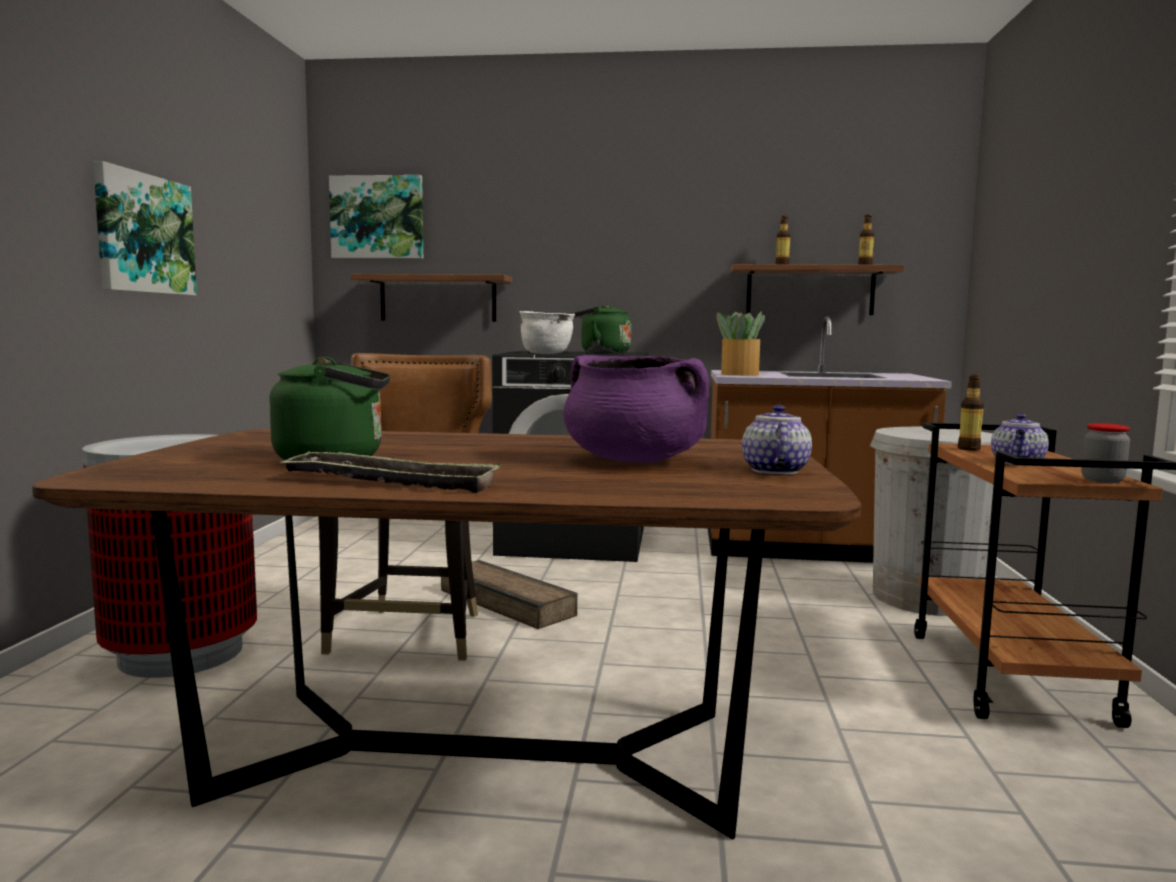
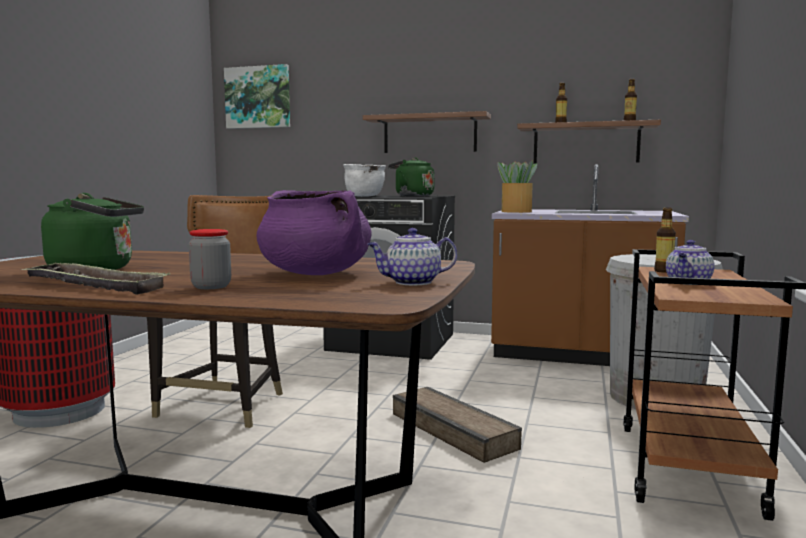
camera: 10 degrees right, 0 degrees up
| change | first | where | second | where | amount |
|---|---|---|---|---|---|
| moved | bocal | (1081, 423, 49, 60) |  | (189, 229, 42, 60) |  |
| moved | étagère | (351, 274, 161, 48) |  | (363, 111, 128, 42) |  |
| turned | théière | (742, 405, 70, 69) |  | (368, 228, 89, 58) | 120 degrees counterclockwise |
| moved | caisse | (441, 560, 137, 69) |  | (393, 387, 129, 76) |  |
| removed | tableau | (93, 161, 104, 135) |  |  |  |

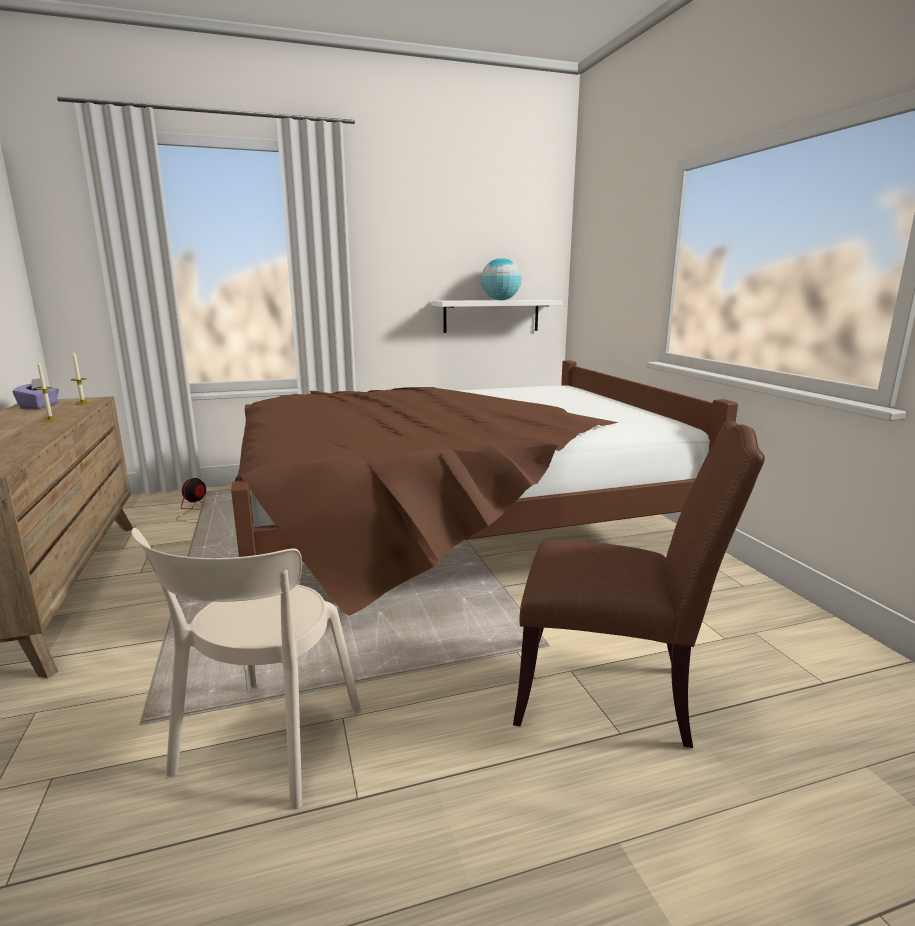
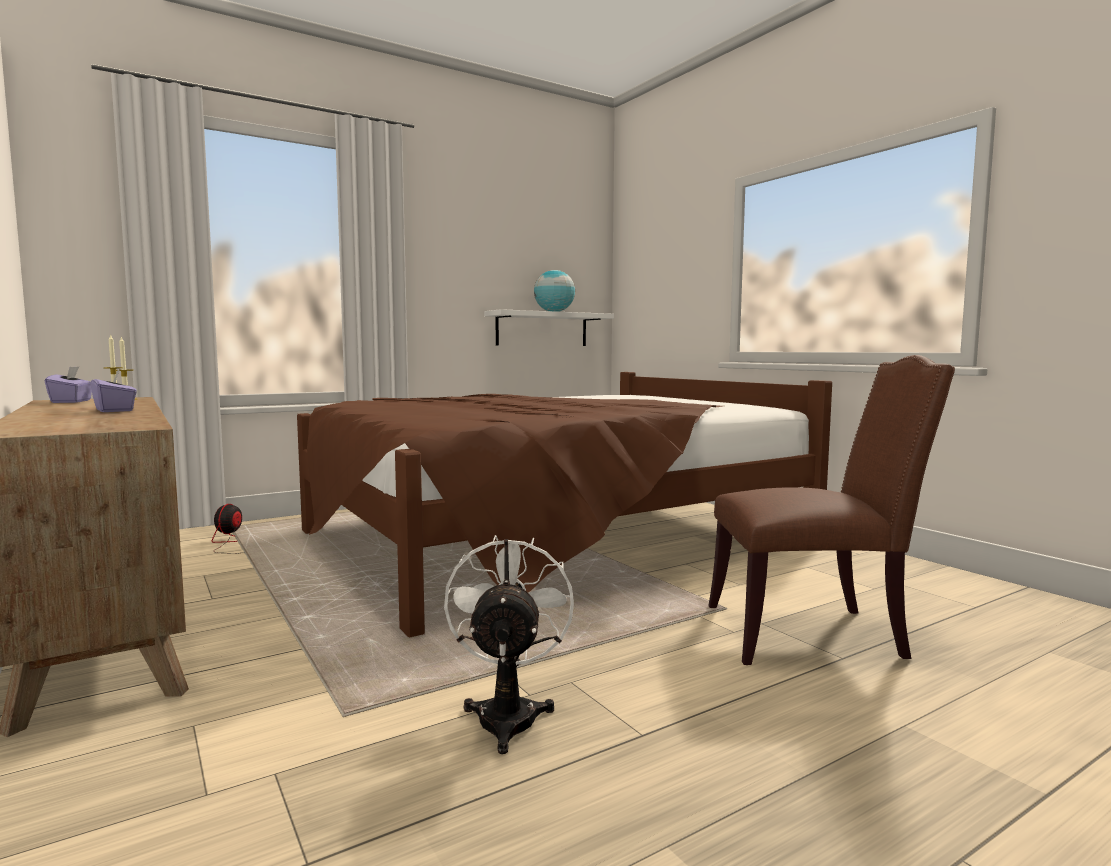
camera: 15 degrees left, 10 degrees down
| change | first | where | second | where | amount |
|---|---|---|---|---|---|
| added |  |  | boîte à mouchoirs (violet) | (91, 370, 46, 42) |  |
| replaced | chaise (beige) | (131, 528, 230, 282) | ventilateur (blanc) | (444, 535, 130, 219) |  |

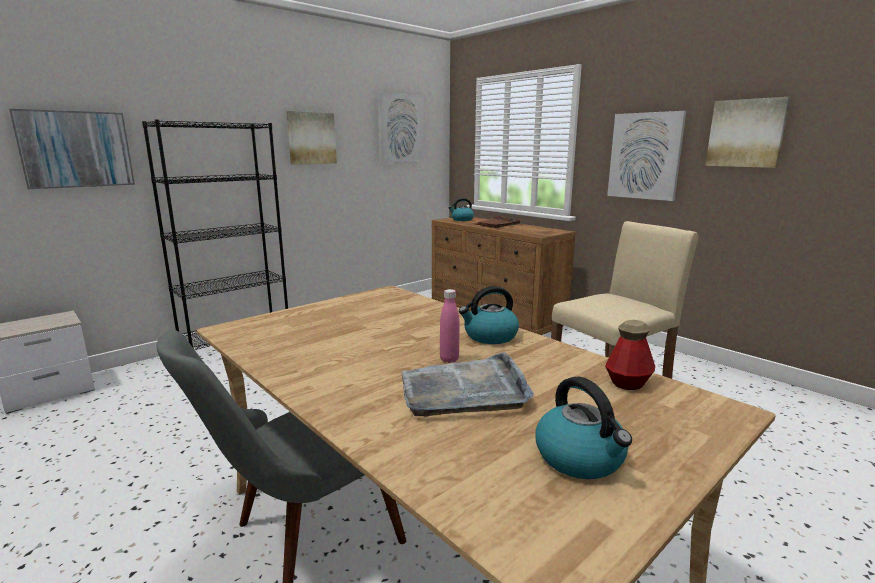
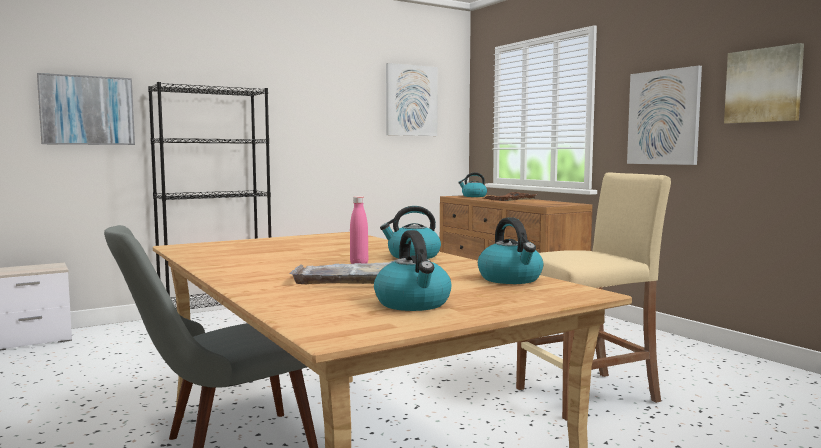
camera: 10 degrees right, 10 degrees down
| change | first | where | second | where | amount |
|---|---|---|---|---|---|
| replaced | bouteille | (605, 320, 50, 70) | bouilloire | (478, 217, 65, 67) |  |
| removed | tableau | (286, 111, 51, 54) |  |  |  |

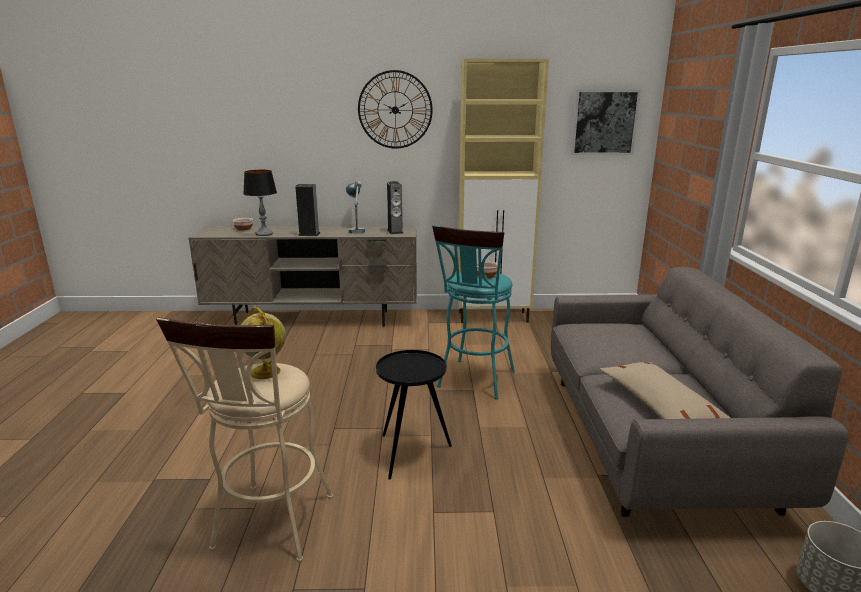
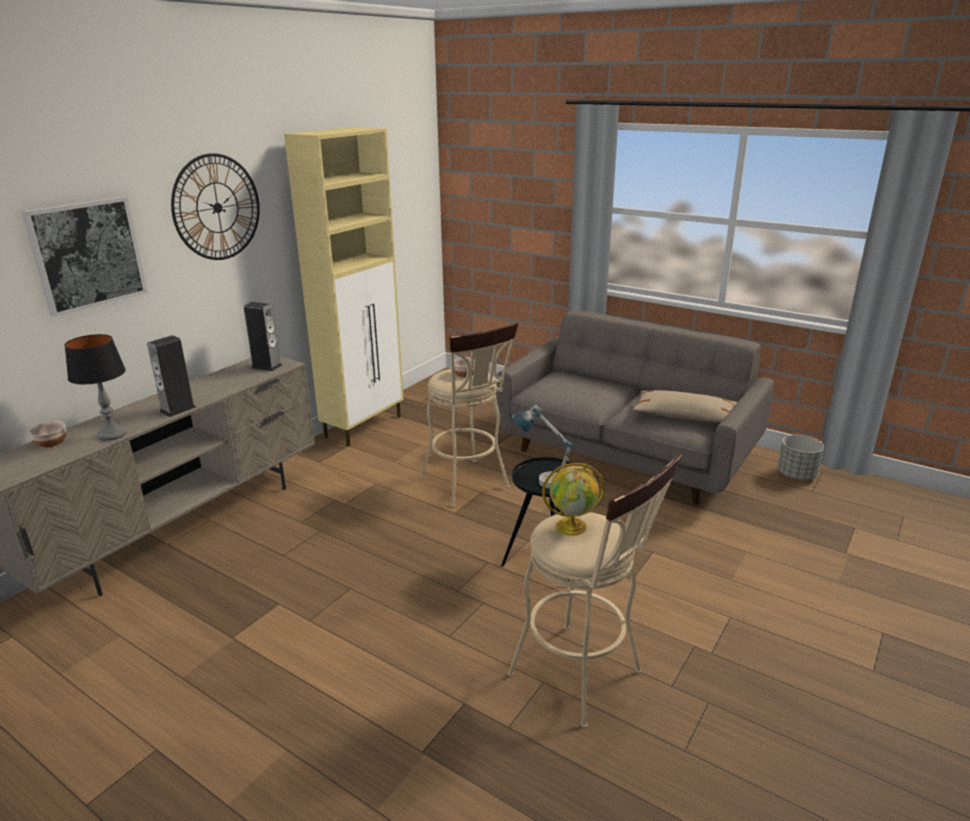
camera: 55 degrees left, 5 degrees up
| change | first | where | second | where | amount |
|---|---|---|---|---|---|
| moved | tableau | (571, 90, 70, 65) |  | (21, 196, 127, 121) |  |
| recoloured | tabouret (turquoise) | (432, 225, 83, 175) | tabouret (beige) | (421, 323, 97, 184) |  |
| moved | lampe de table | (346, 181, 19, 53) |  | (511, 405, 62, 84) |  |

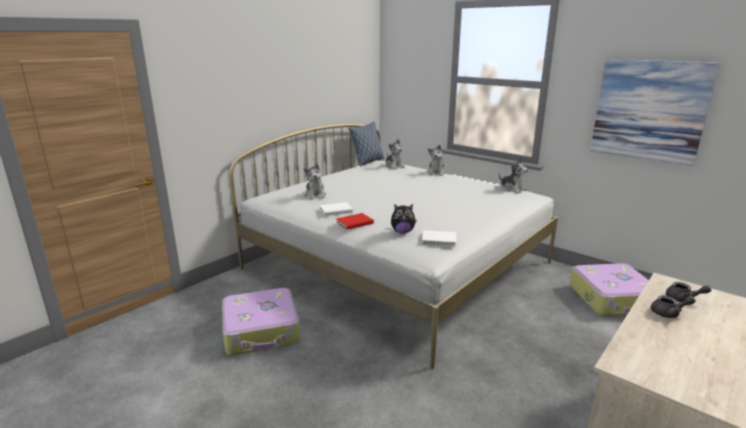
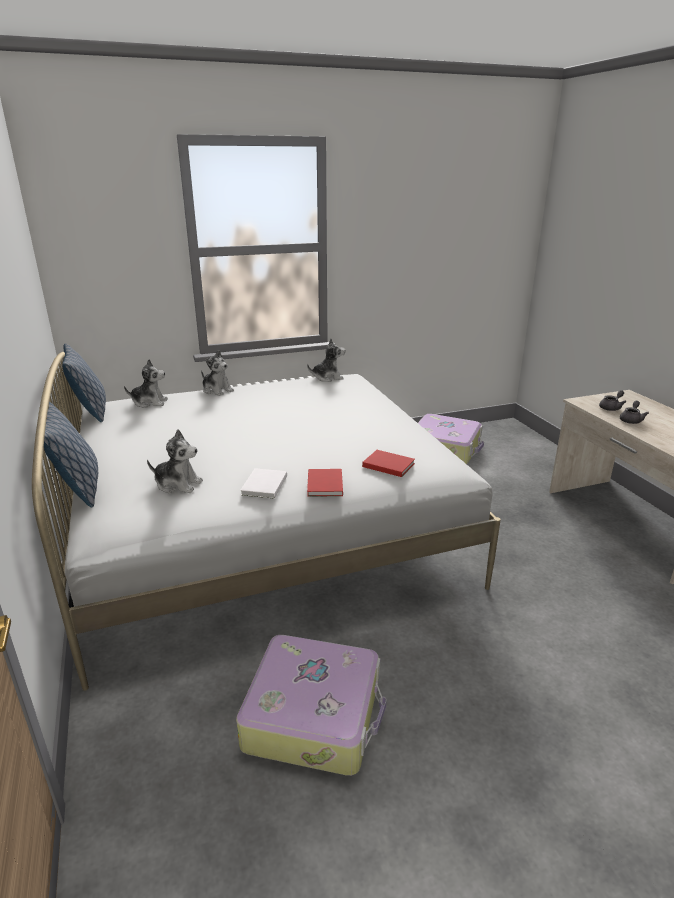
camera: 60 degrees left, 5 degrees up
| change | first | where | second | where | amount |
|---|---|---|---|---|---|
| added |  |  | coussin | (44, 401, 54, 106) |  |
| replaced | peluche | (391, 204, 26, 30) | livre (rouge) | (362, 450, 53, 27) |  |
| removed | livre (blanc) | (422, 230, 34, 16) |  |  |  |
| removed | tableau | (590, 59, 130, 107) |  |  |  |

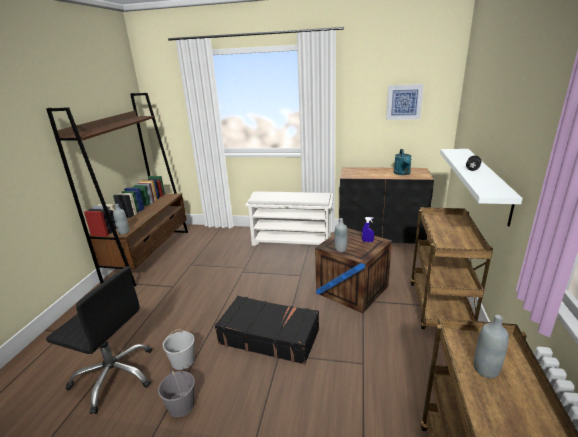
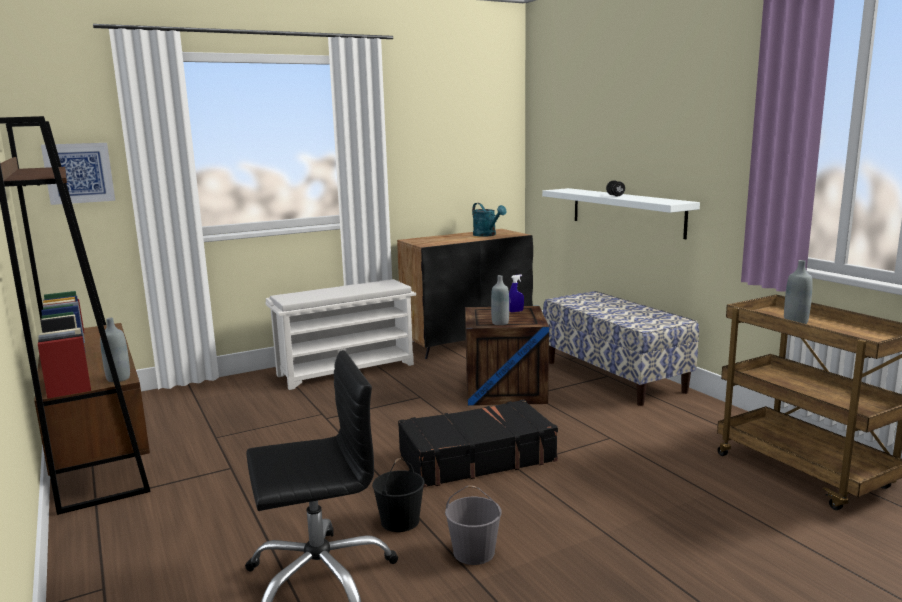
camera: 40 degrees left, 10 degrees down
| change | first | where | second | where | amount |
|---|---|---|---|---|---|
| moved | tableau | (386, 84, 38, 36) |  | (41, 143, 74, 62) |  |
| recoloured | seau (blanc) | (163, 329, 31, 41) | seau (noir) | (372, 458, 52, 74) |  |
| replaced | chariot (marron) | (411, 207, 82, 122) | banc | (543, 291, 156, 115) |  |

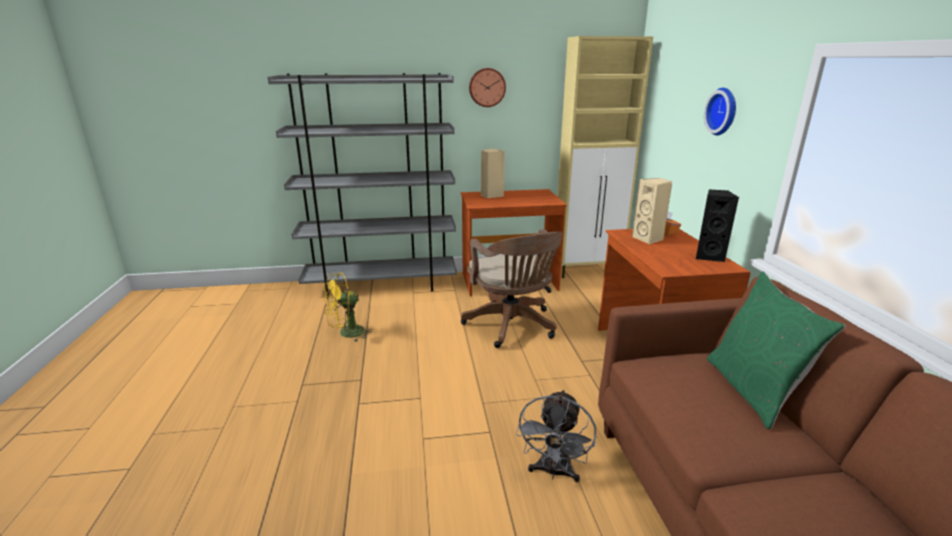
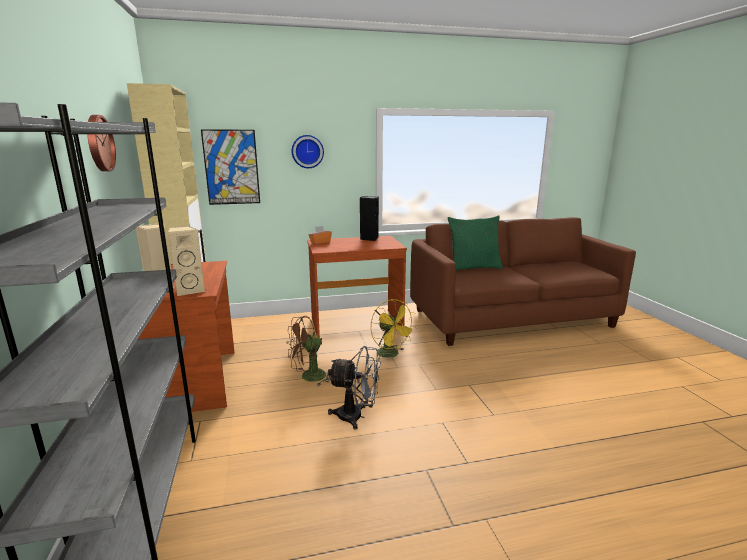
camera: 95 degrees left, 5 degrees down
| change | first | where | second | where | amount |
|---|---|---|---|---|---|
| moved | enceinte (beige) | (632, 178, 41, 67) |  | (168, 226, 37, 71) |  |
| added |  |  | tableau | (201, 129, 59, 76) |  |
| replaced | chaise de bureau (marron) | (461, 229, 101, 119) | ventilateur (marron) | (286, 316, 44, 70) |  |
| moved | ventilateur (gris) | (516, 390, 80, 93) |  | (328, 346, 53, 84) |  |
| moved | ventilateur (jaune) | (324, 273, 49, 69) |  | (371, 299, 45, 62) |  |

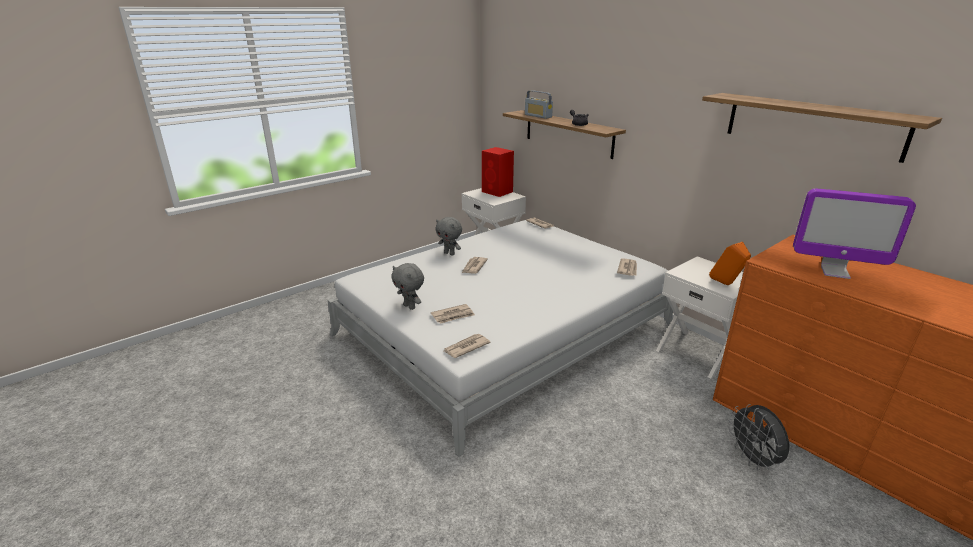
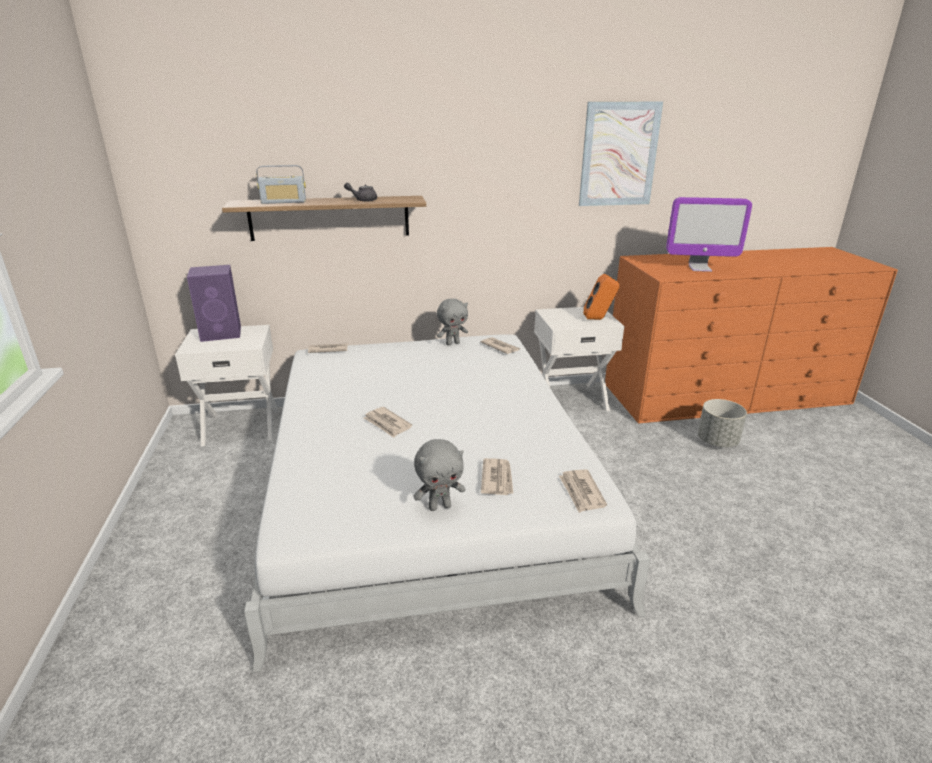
camera: 60 degrees left, 0 degrees up
| change | first | where | second | where | amount |
|---|---|---|---|---|---|
| recoloured | enceinte (rouge) | (482, 147, 32, 50) | enceinte (violet) | (187, 265, 54, 77) |  |
| moved | peluche (gris) | (436, 217, 26, 39) |  | (437, 298, 31, 47) |  |
| replaced | étagère | (702, 93, 240, 70) | tableau | (579, 102, 84, 104) |  |
| turned | écran d'ordinateur | (793, 188, 123, 91) |  | (666, 197, 86, 75) | 45 degrees clockwise |
| replaced | ventilateur (gris) | (729, 404, 60, 66) | cache-pot (gris) | (698, 399, 49, 48) |  |

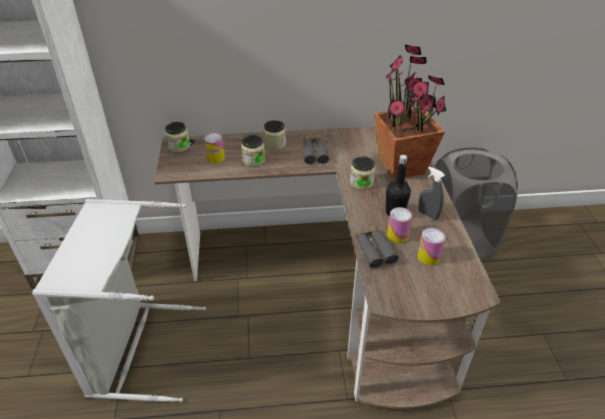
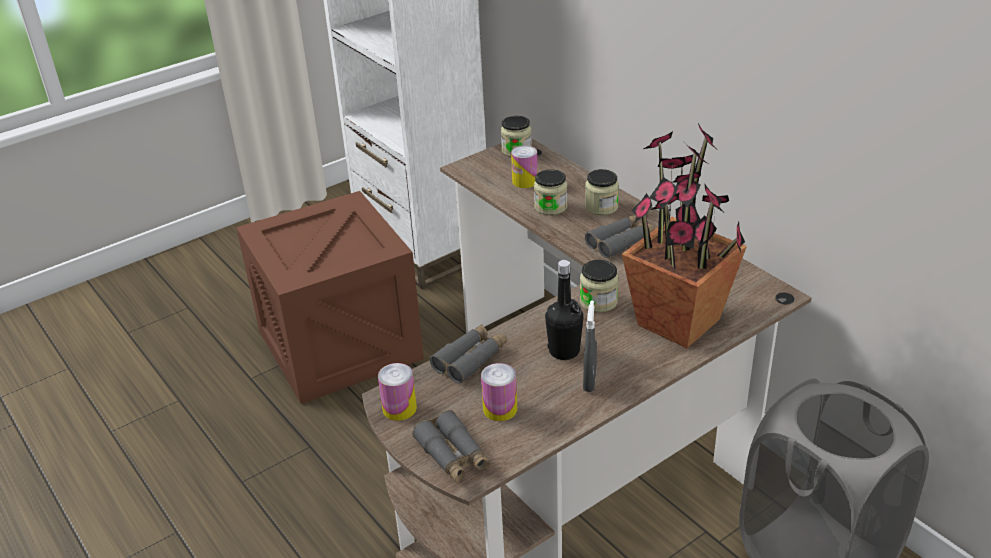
camera: 60 degrees right, 5 degrees down
| change | first | where | second | where | amount |
|---|---|---|---|---|---|
| replaced | panier à linge (gris) | (32, 199, 174, 203) | caisse | (236, 191, 188, 213) |  |
| moved | boîte métallique | (387, 207, 25, 36) |  | (378, 363, 39, 58) |  |
| added |  |  | jumelles (gris) | (412, 410, 79, 73) |  |

